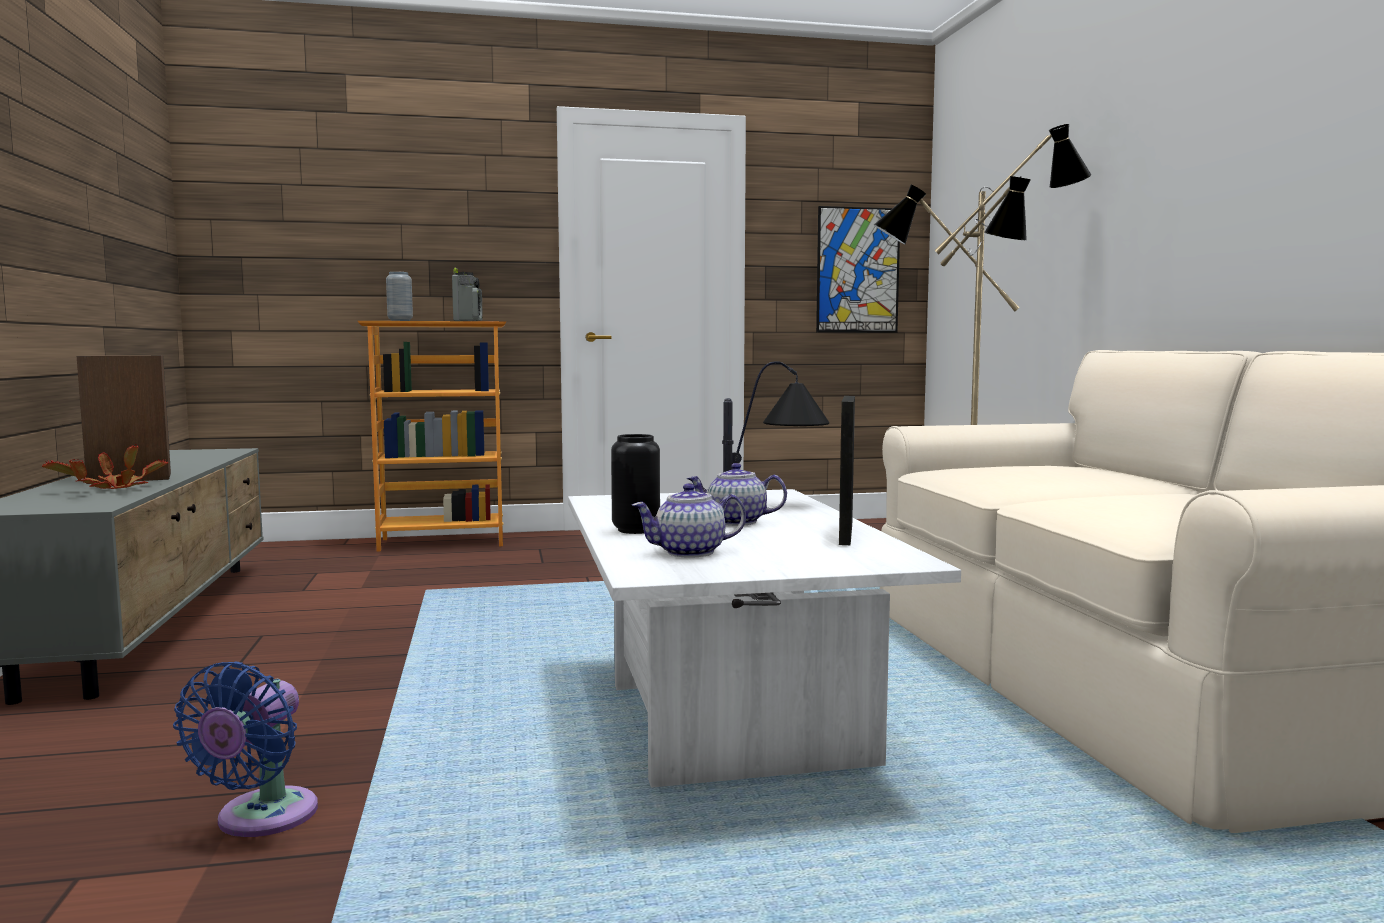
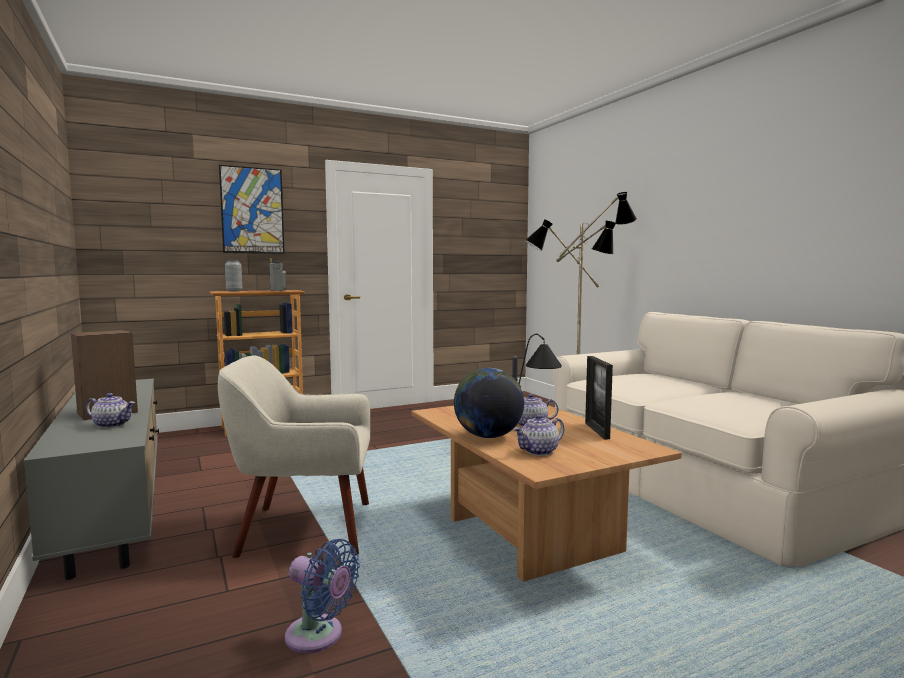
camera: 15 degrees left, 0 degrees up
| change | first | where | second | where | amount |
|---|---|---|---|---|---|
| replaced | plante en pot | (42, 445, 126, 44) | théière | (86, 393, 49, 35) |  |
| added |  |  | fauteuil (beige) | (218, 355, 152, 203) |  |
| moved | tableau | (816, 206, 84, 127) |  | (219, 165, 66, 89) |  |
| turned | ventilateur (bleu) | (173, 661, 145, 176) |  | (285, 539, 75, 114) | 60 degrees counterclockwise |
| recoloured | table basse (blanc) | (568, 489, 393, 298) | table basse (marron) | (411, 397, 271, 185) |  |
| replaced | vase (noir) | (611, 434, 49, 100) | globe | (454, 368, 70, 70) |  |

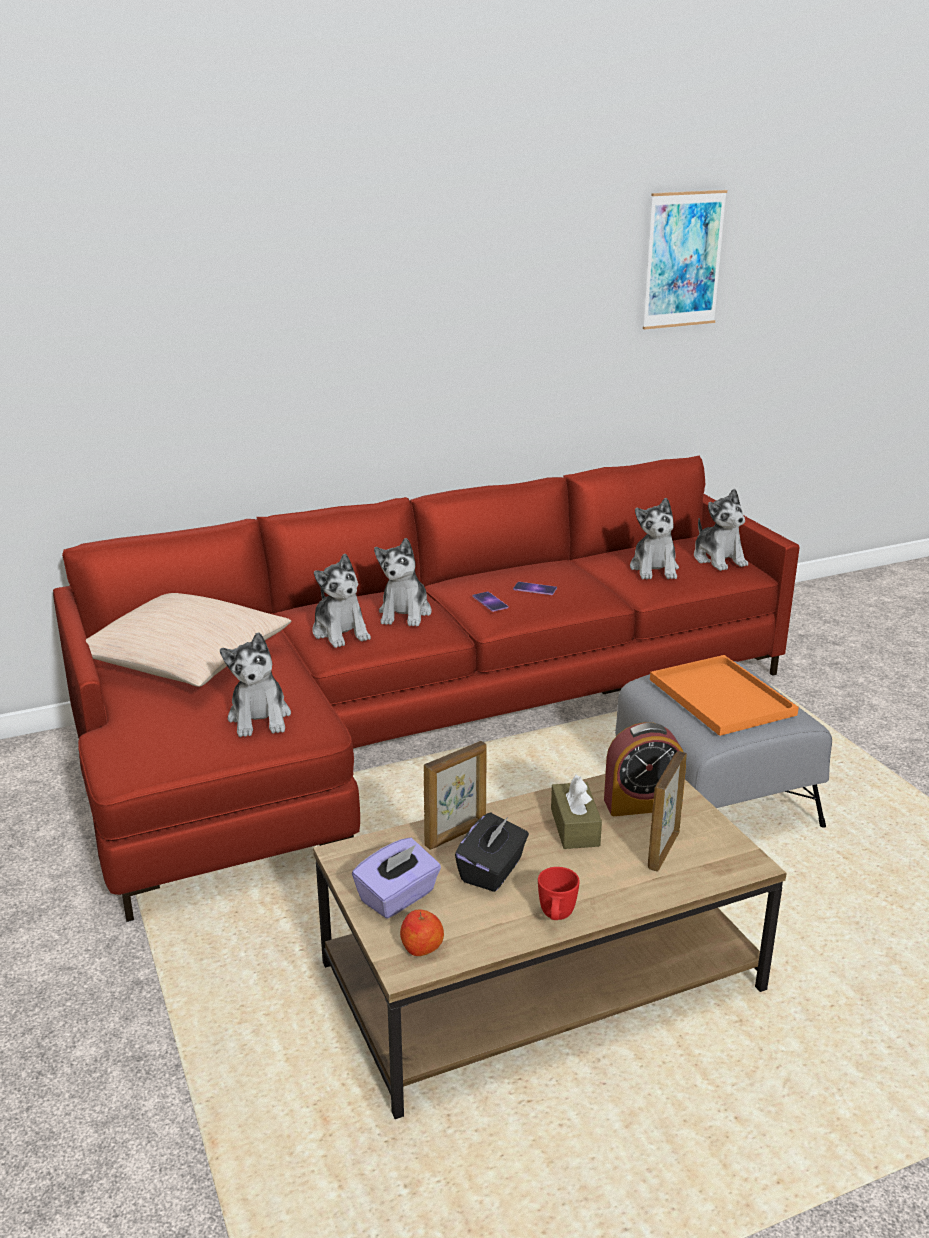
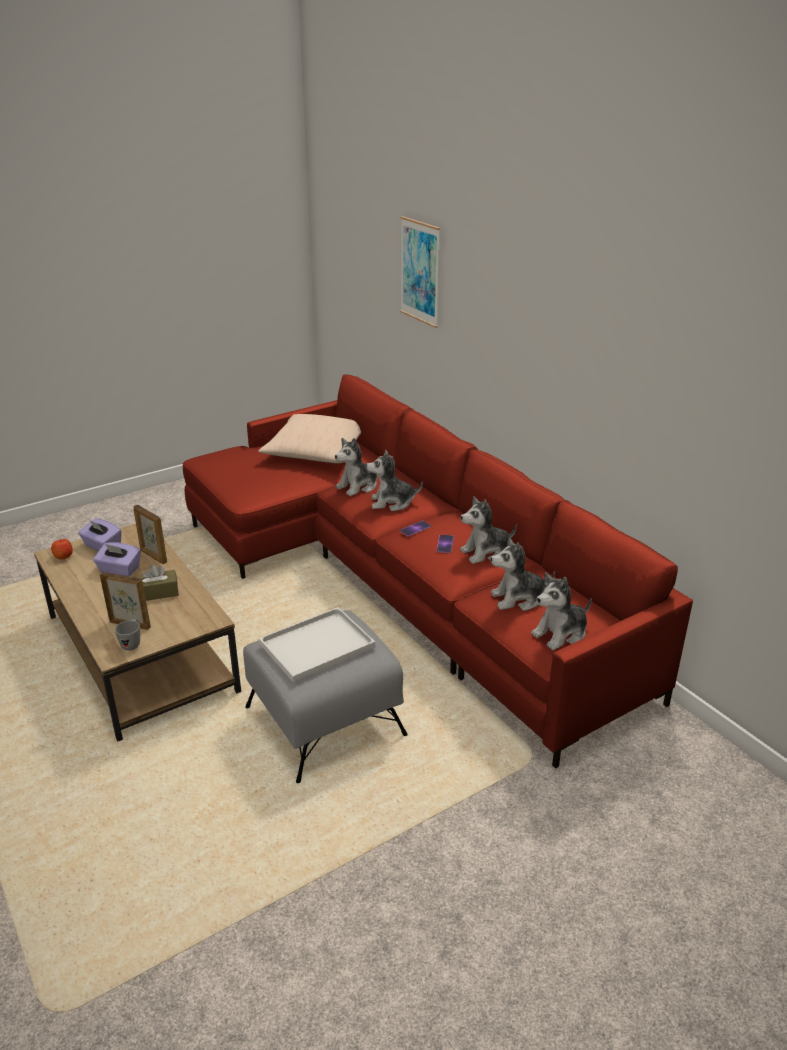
camera: 80 degrees right, 5 degrees up
| change | first | where | second | where | amount |
|---|---|---|---|---|---|
| recoloured | boîte à mouchoirs (noir) | (455, 812, 74, 80) | boîte à mouchoirs (violet) | (93, 542, 48, 34) |  |
| added |  |  | mug (gris) | (115, 619, 25, 32) |  |
| recoloured | plateau (orange) | (650, 655, 149, 81) | plateau (blanc) | (259, 607, 116, 75) |  |
| moved | tableau | (643, 190, 84, 140) |  | (400, 216, 40, 112) |  |
| moved | peluche | (220, 632, 71, 105) |  | (460, 496, 57, 68) |  |
| removed | mug (rouge) | (538, 867, 42, 53) |  |  |  |
| removed | réveil | (604, 722, 82, 94) |  |  |  |

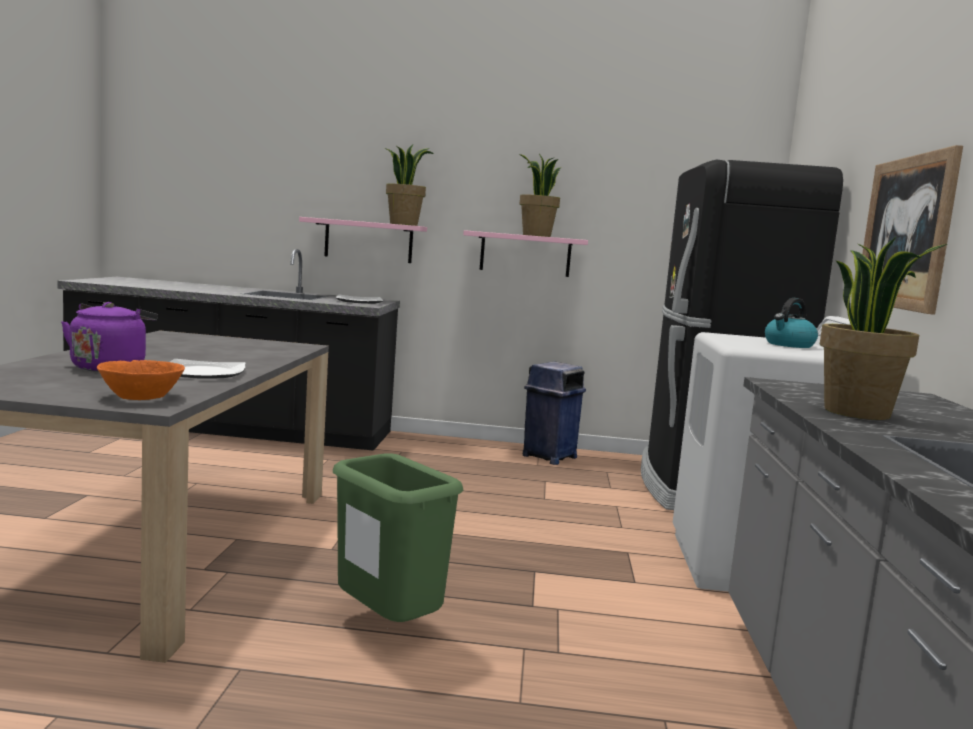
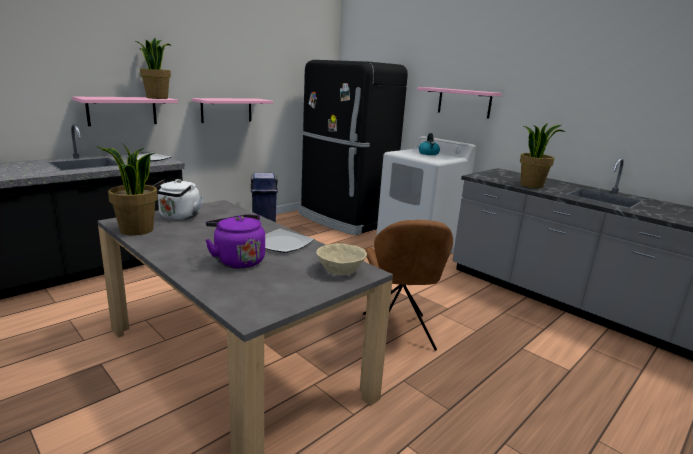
camera: 50 degrees left, 10 degrees up
| change | first | where | second | where | amount |
|---|---|---|---|---|---|
| moved | plante en pot | (519, 153, 42, 84) |  | (96, 143, 62, 93) |  |
| added |  |  | bouilloire (blanc) | (153, 179, 50, 41) |  |
| recoloured | bol (orange) | (97, 360, 88, 40) | bol (beige) | (316, 244, 51, 31) |  |
| replaced | poubelle (vert) | (333, 453, 130, 169) | chaise (marron) | (363, 220, 90, 131) |  |
| replaced | tableau | (862, 145, 101, 170) | étagère (rose) | (417, 87, 85, 32) |  |

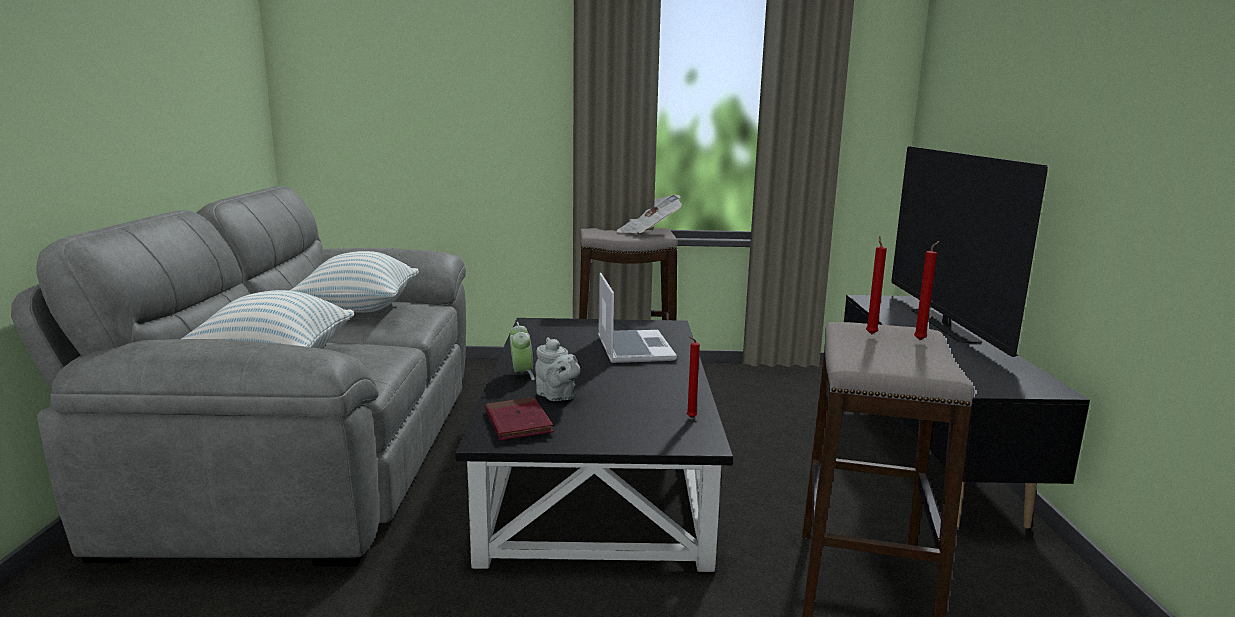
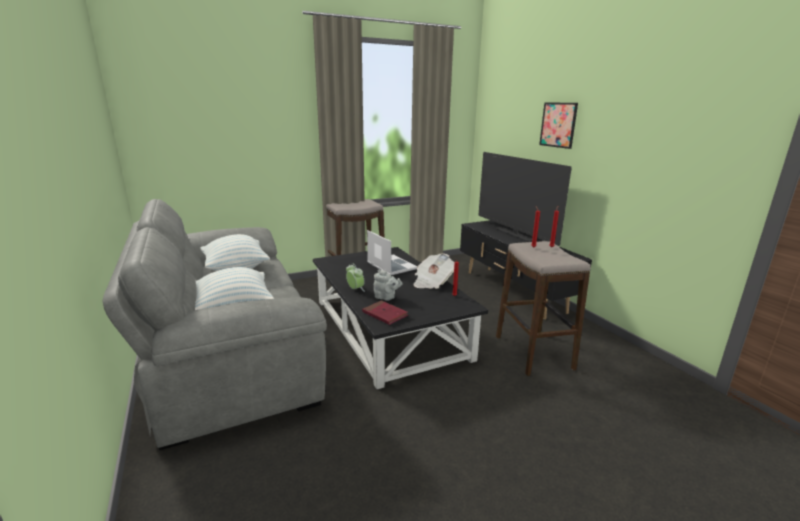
camera: 25 degrees left, 5 degrees up
| change | first | where | second | where | amount |
|---|---|---|---|---|---|
| moved | journal | (617, 195, 65, 39) |  | (413, 253, 42, 36) |  |
| added |  |  | tableau | (539, 103, 39, 46) |  |

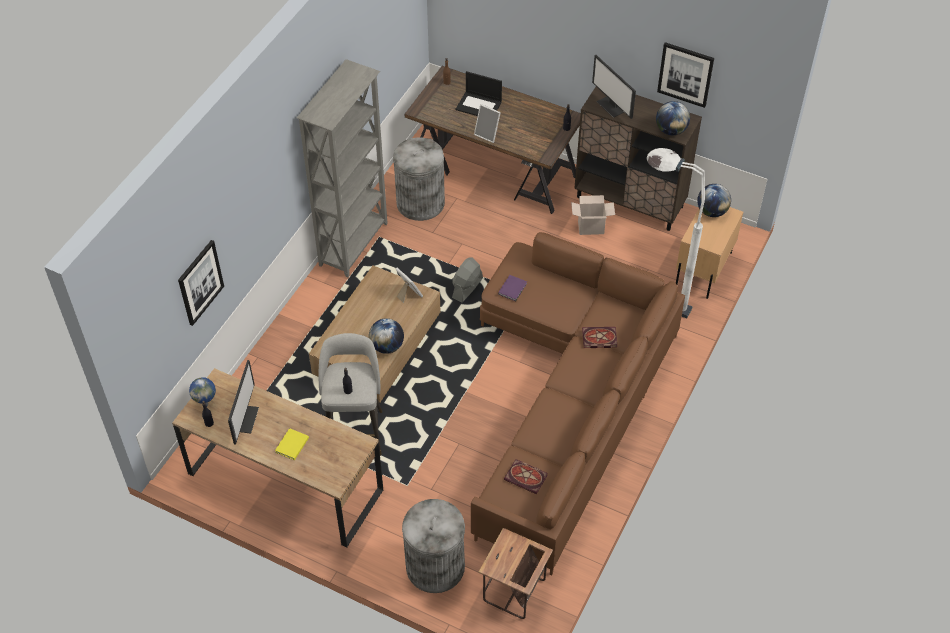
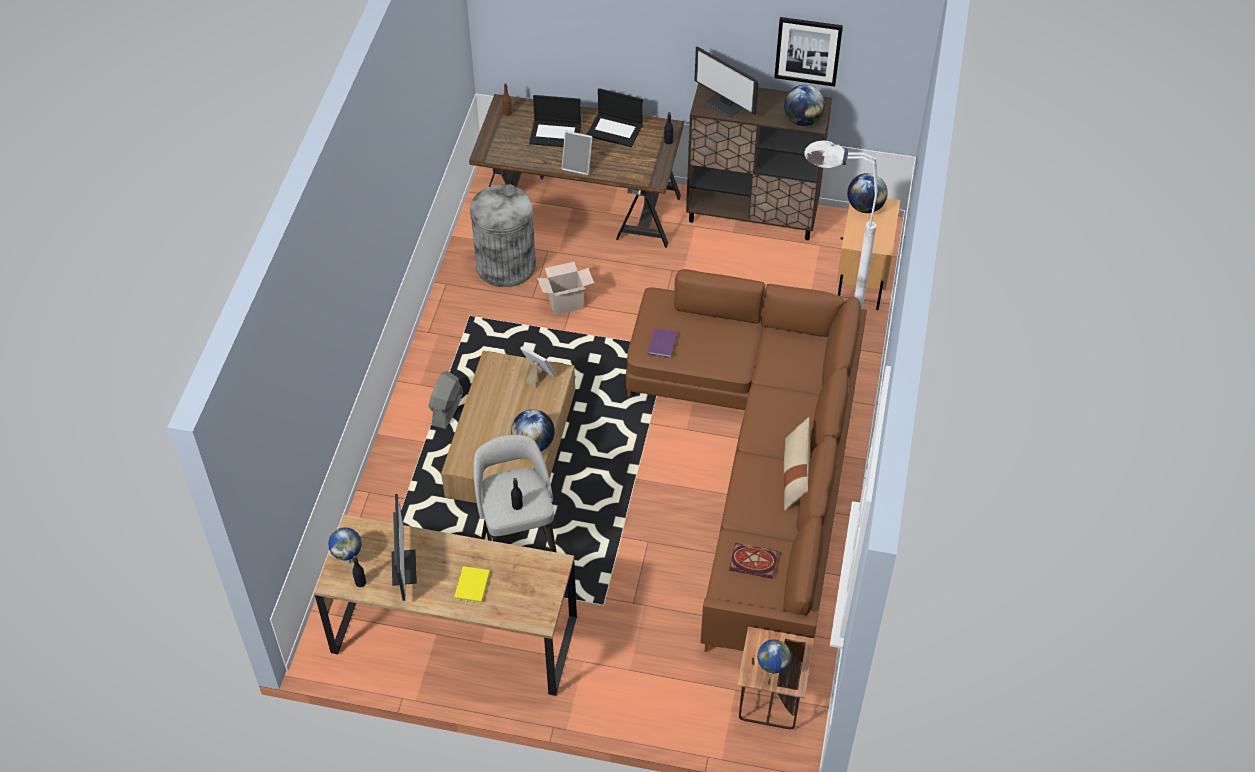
camera: 15 degrees left, 0 degrees up
| change | first | where | second | where | amount |
|---|---|---|---|---|---|
| moved | ventilateur (gris) | (452, 258, 31, 45) |  | (429, 371, 34, 58) |  |
| moved | carton | (571, 195, 44, 40) |  | (537, 262, 57, 53) |  |
| added |  |  | ordinateur portable | (587, 88, 56, 59) |  |
| added |  |  | globe | (757, 639, 34, 36) |  |
| added |  |  | coussin (beige) | (784, 417, 26, 94) |  |
| removed | tableau | (178, 240, 46, 86) |  |  |  |
| removed | bibliothèque (gris) | (297, 59, 91, 218) |  |  |  |
| removed | poubelle (gris) | (402, 499, 63, 94) |  |  |  |
| removed | livre | (582, 327, 35, 21) |  |  |  |

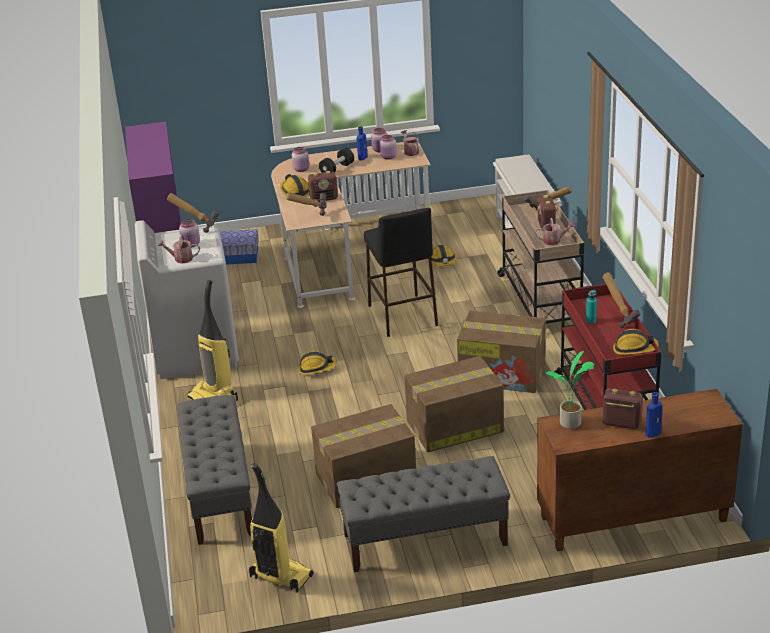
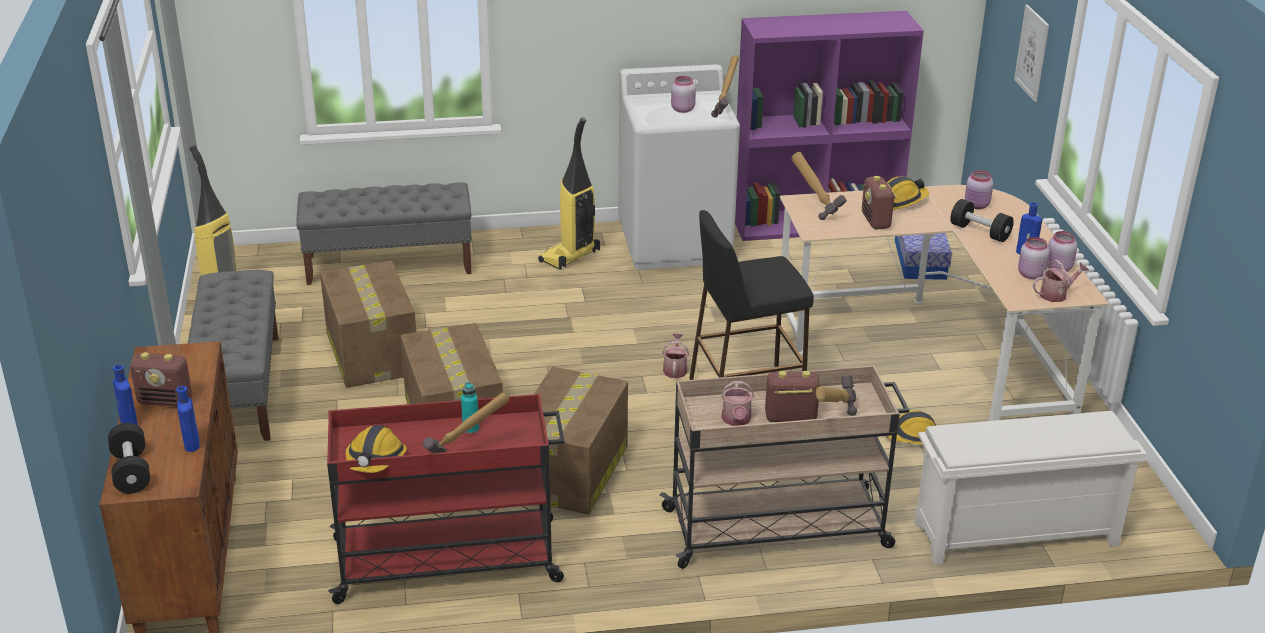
camera: 90 degrees right, 0 degrees up
| change | first | where | second | where | amount |
|---|---|---|---|---|---|
| added |  |  | haltère (noir) | (108, 423, 42, 71) |  |
| turned | radio | (602, 388, 41, 41) |  | (130, 352, 62, 55) | 75 degrees clockwise |
| added |  |  | bouteille (bleu) | (176, 386, 23, 66) |  |
| moved | arrosoir | (158, 234, 42, 30) |  | (662, 333, 27, 45) |  |
| added |  |  | tableau | (1014, 5, 35, 97) |  |
| removed | casque de chantier | (298, 351, 39, 24) |  |  |  |
| removed | plante en pot | (545, 351, 49, 78) |  |  |  |

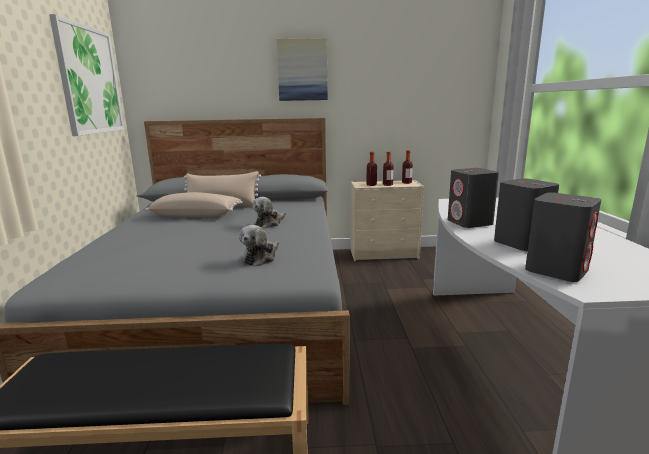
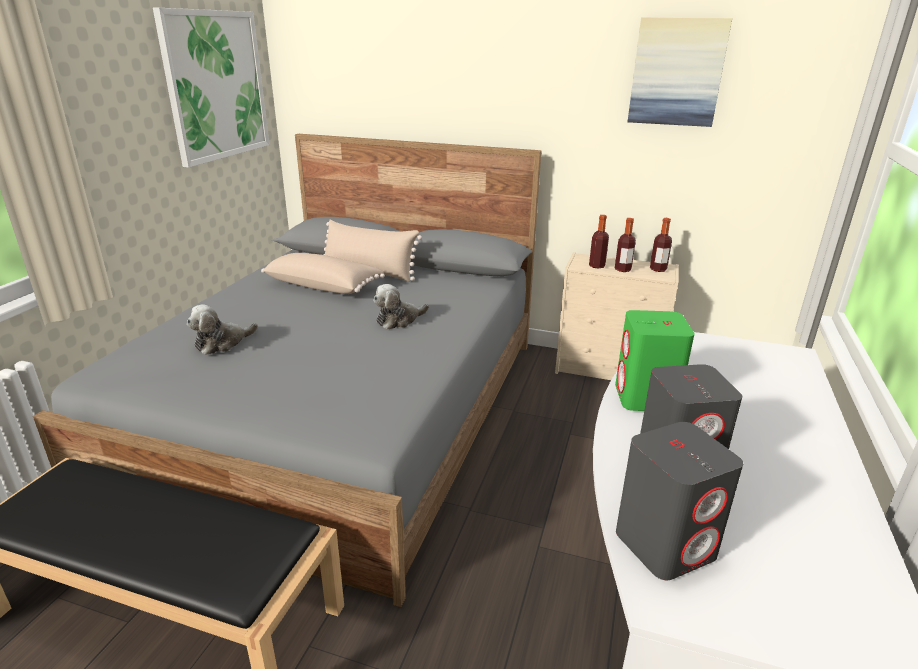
camera: 20 degrees right, 10 degrees up
| change | first | where | second | where | amount |
|---|---|---|---|---|---|
| moved | peluche | (239, 225, 40, 41) |  | (187, 304, 71, 51) |  |
| recoloured | enceinte (gris) | (448, 168, 51, 60) | enceinte (vert) | (615, 310, 80, 101) |  |
| moved | tableau | (276, 38, 52, 63) |  | (628, 17, 104, 110) |  |

